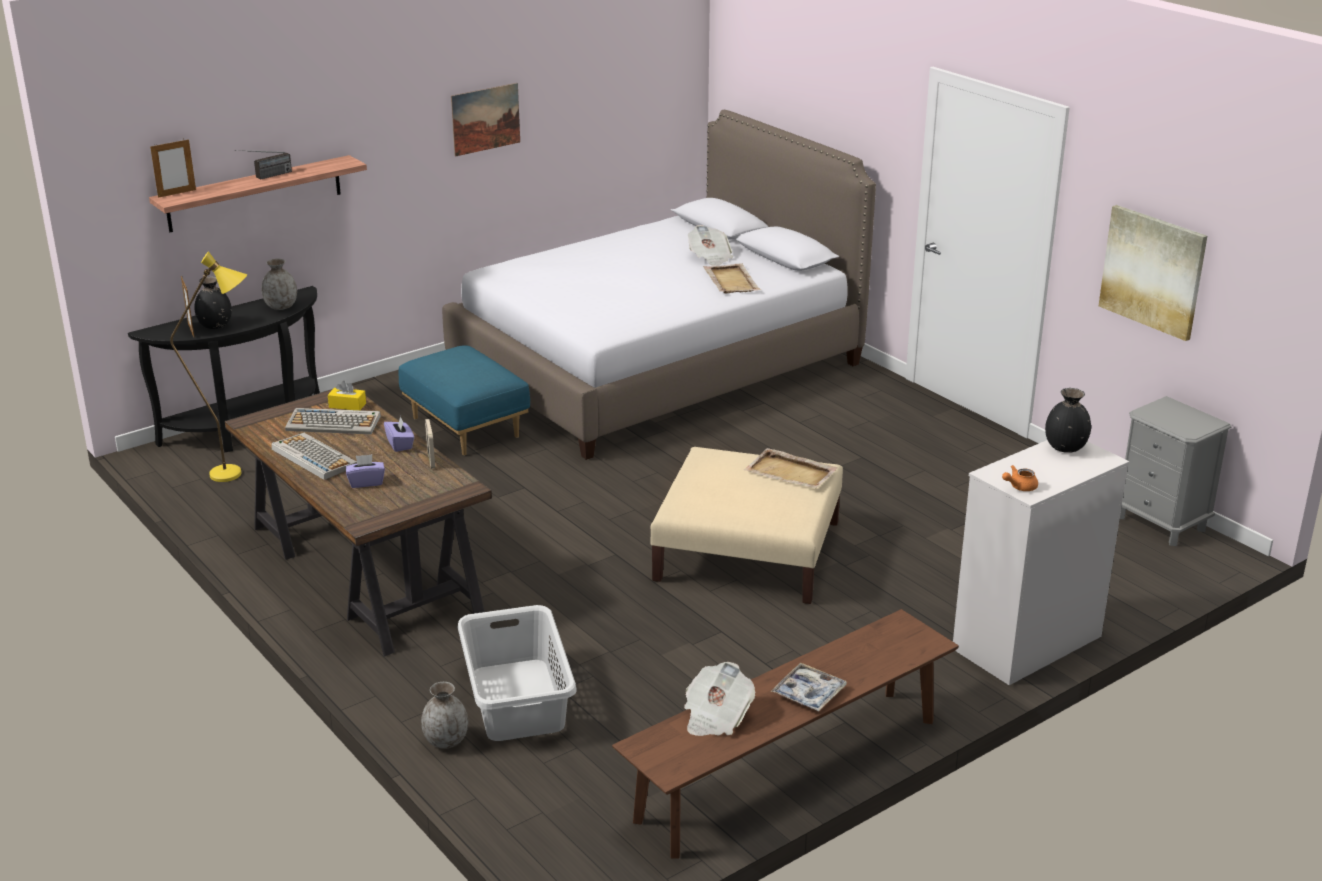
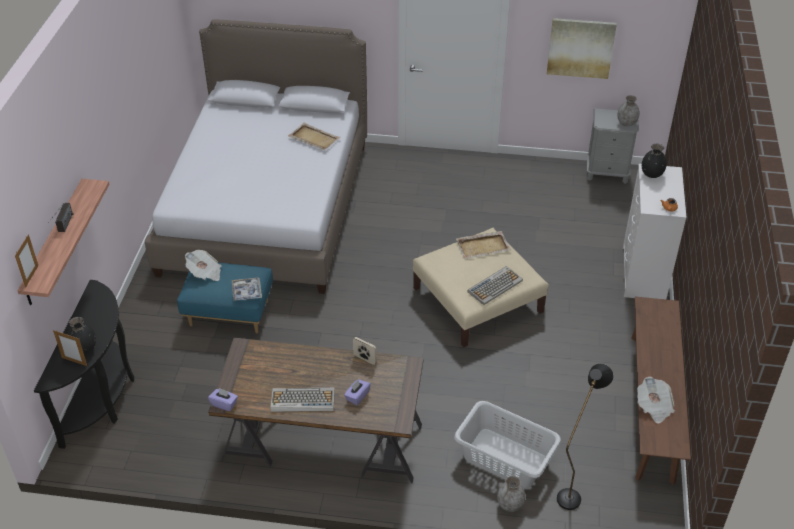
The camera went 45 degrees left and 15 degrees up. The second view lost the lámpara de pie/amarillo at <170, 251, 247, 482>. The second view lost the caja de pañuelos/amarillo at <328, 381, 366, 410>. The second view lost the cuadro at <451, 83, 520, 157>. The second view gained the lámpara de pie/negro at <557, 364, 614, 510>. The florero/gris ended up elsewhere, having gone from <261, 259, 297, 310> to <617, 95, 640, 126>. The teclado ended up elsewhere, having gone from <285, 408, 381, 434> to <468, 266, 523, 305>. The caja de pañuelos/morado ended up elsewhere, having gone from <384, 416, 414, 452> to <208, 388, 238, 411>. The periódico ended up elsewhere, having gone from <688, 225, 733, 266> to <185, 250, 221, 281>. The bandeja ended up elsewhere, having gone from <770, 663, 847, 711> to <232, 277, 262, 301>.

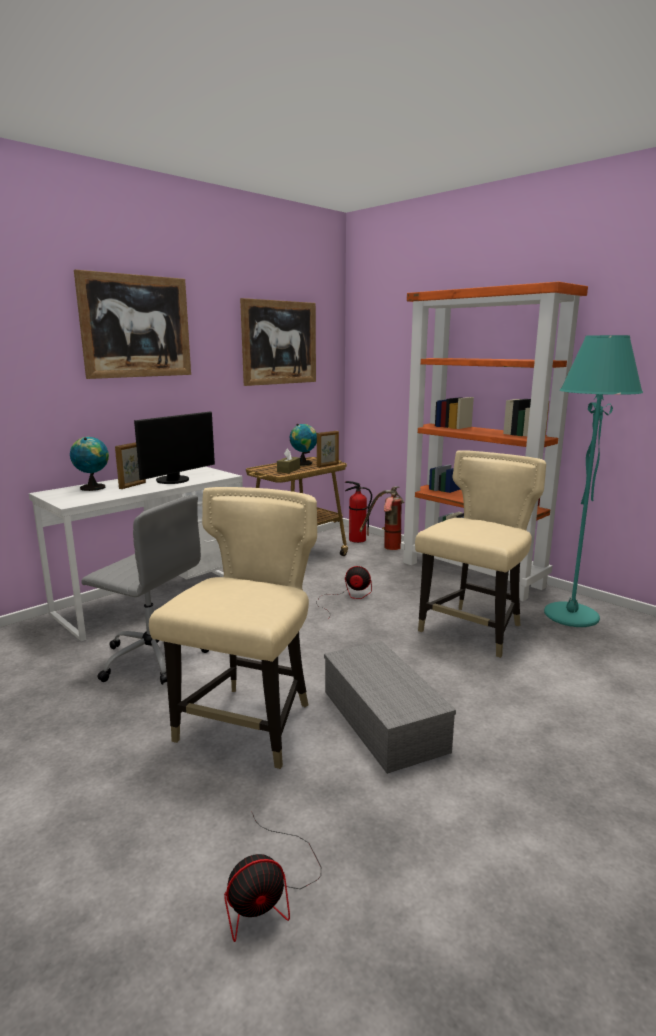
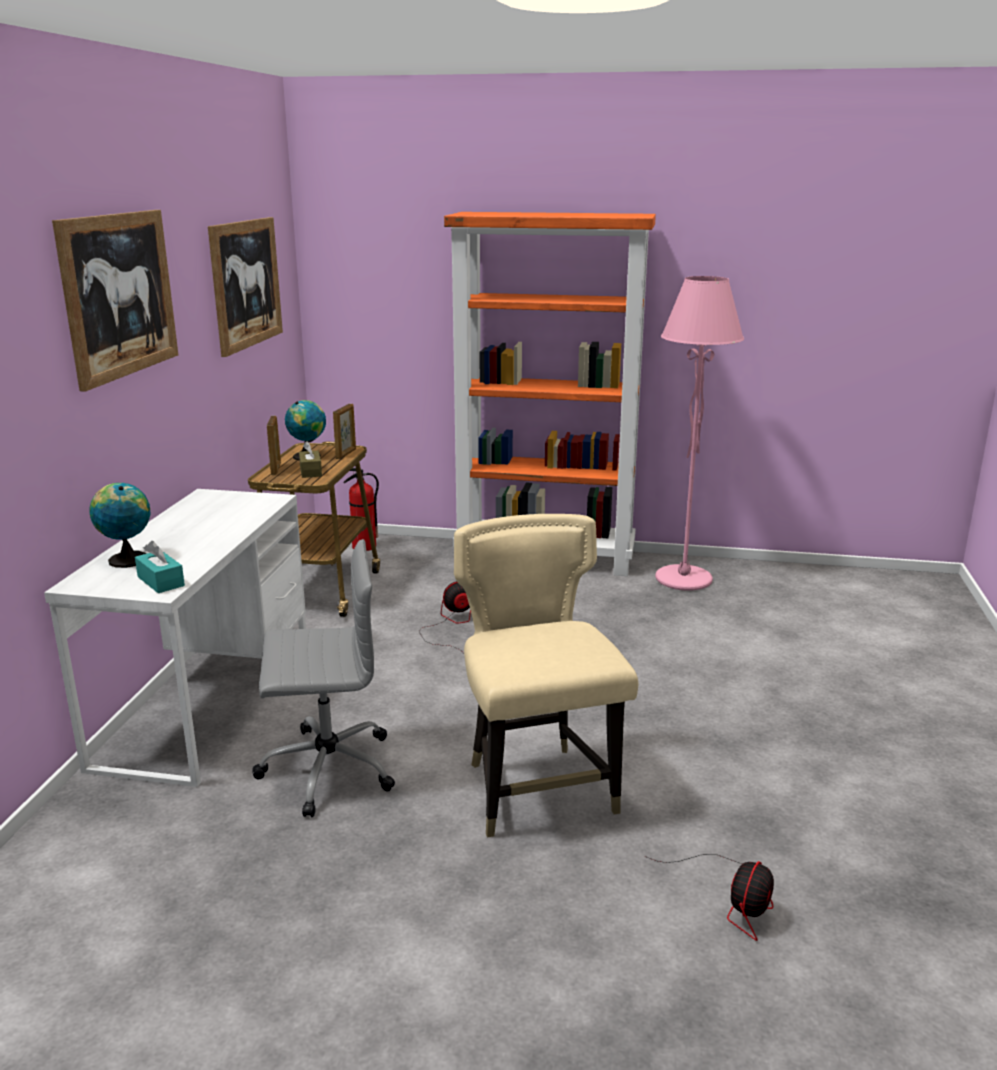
The camera went 35 degrees left and 5 degrees up. The second view lost the monitor at <134, 411, 215, 484>. The second view lost the caja de almacenaje/gris at <324, 641, 456, 774>. The second view lost the extintor at <360, 486, 404, 550>. The second view lost the silla/beis at <415, 450, 546, 658>. The second view gained the caja de pañuelos/turquesa at <135, 541, 185, 593>. The portarretratos ended up elsewhere, having gone from <115, 442, 146, 489> to <267, 416, 281, 475>. What was the lámpara de pie/turquesa at <544, 335, 643, 627> turned into the lámpara de pie/rosa at <655, 276, 744, 591>.

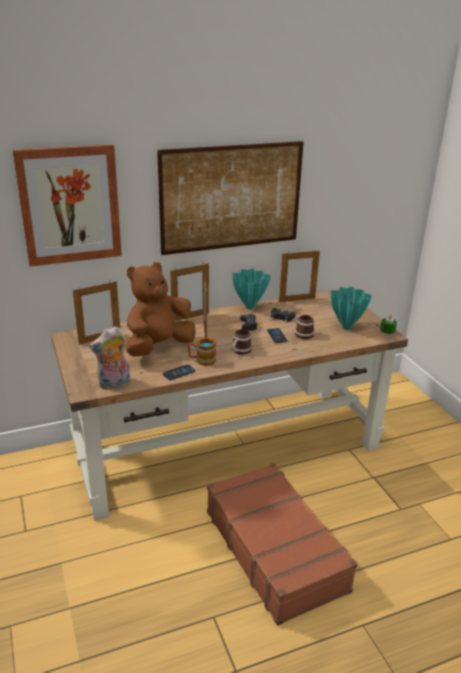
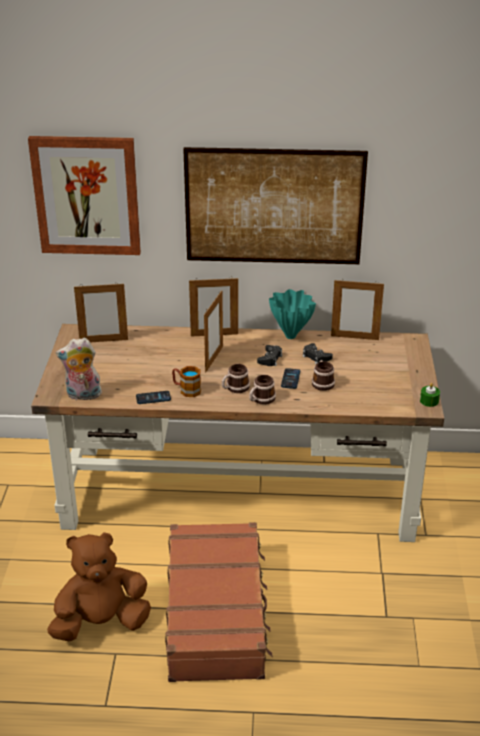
The camera went 25 degrees right and 5 degrees up. The second view lost the florero/turquesa at <330, 287, 372, 330>. The second view gained the taza grande at <249, 375, 276, 405>. The peluche/marrón ended up elsewhere, having gone from <126, 262, 196, 357> to <47, 532, 151, 641>.

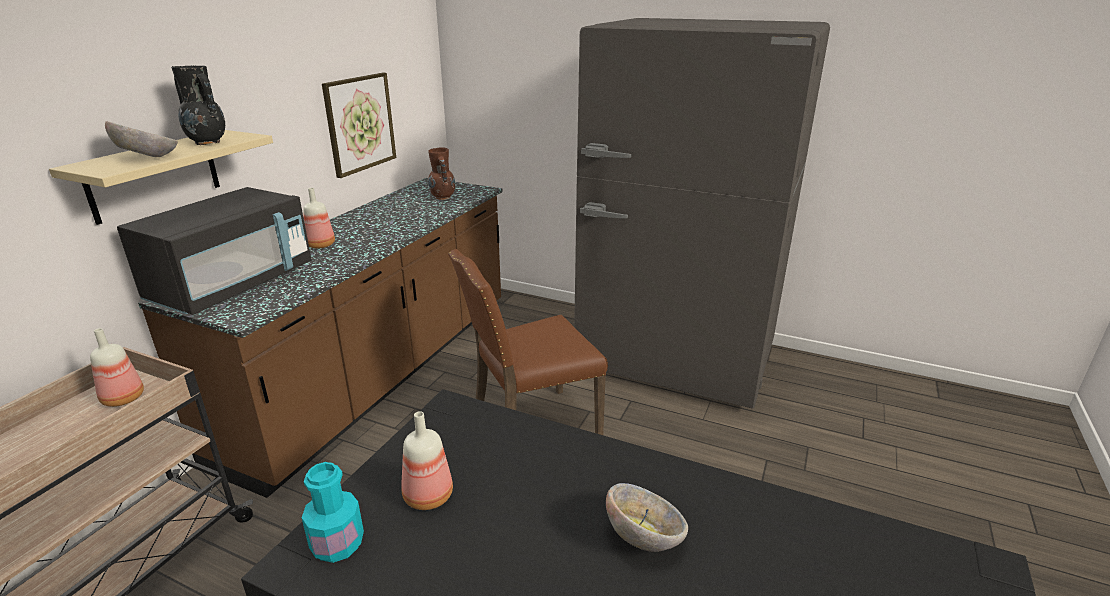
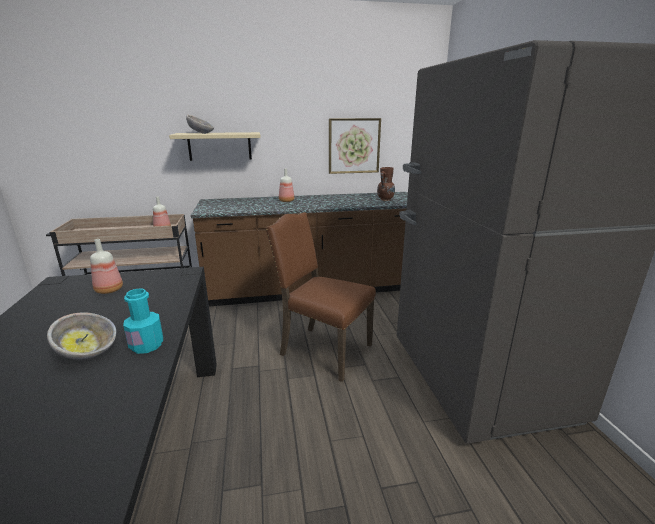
The camera went 55 degrees right and 5 degrees down. The second view lost the microondas/negro at <117, 187, 311, 315>. The second view lost the florero/negro at <171, 66, 225, 145>. The botella/turquesa ended up elsewhere, having gone from <302, 462, 364, 563> to <123, 289, 163, 354>.

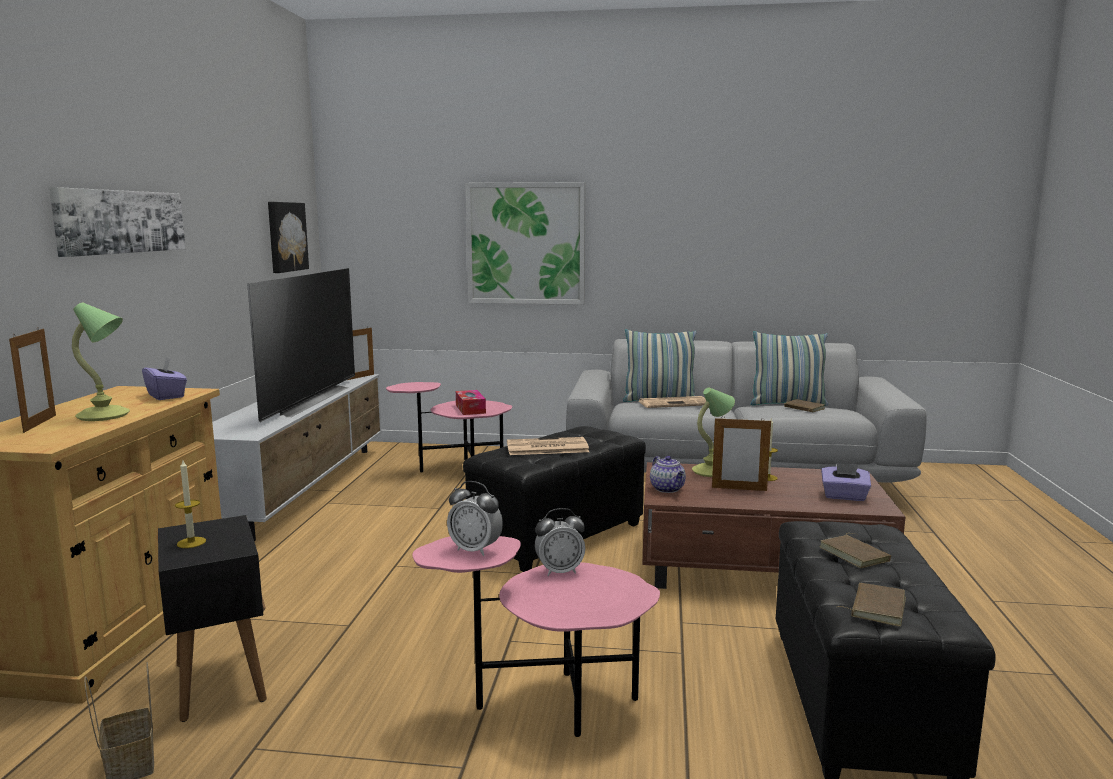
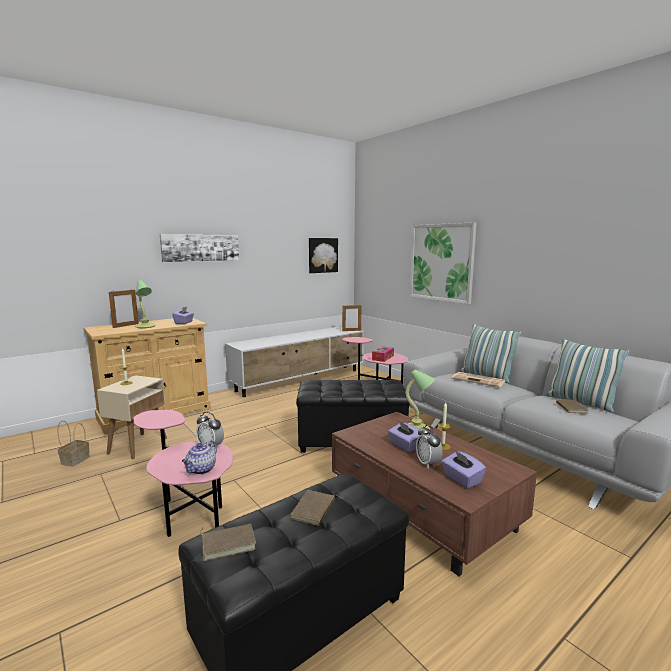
The camera went 45 degrees right and 0 degrees up. The second view lost the televisor at <247, 268, 355, 422>. The second view lost the periódico at <507, 437, 589, 455>. The despertador ended up elsewhere, having gone from <447, 481, 503, 556> to <416, 425, 443, 469>. The tetera ended up elsewhere, having gone from <650, 456, 686, 493> to <182, 441, 217, 475>. Where the portarretratos stood at <712, 416, 771, 491>, the caja de pañuelos/morado came to stand at <388, 421, 420, 452>. What was the mesa auxiliar/negro at <158, 515, 267, 722> turned into the mesa auxiliar/beis at <97, 375, 167, 459>.

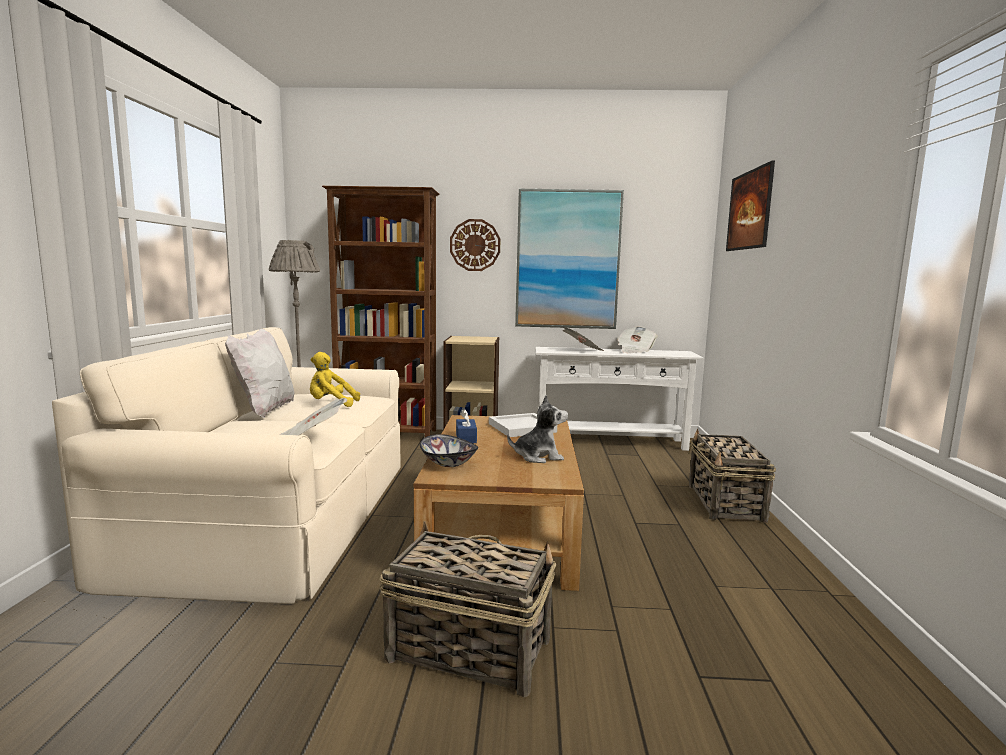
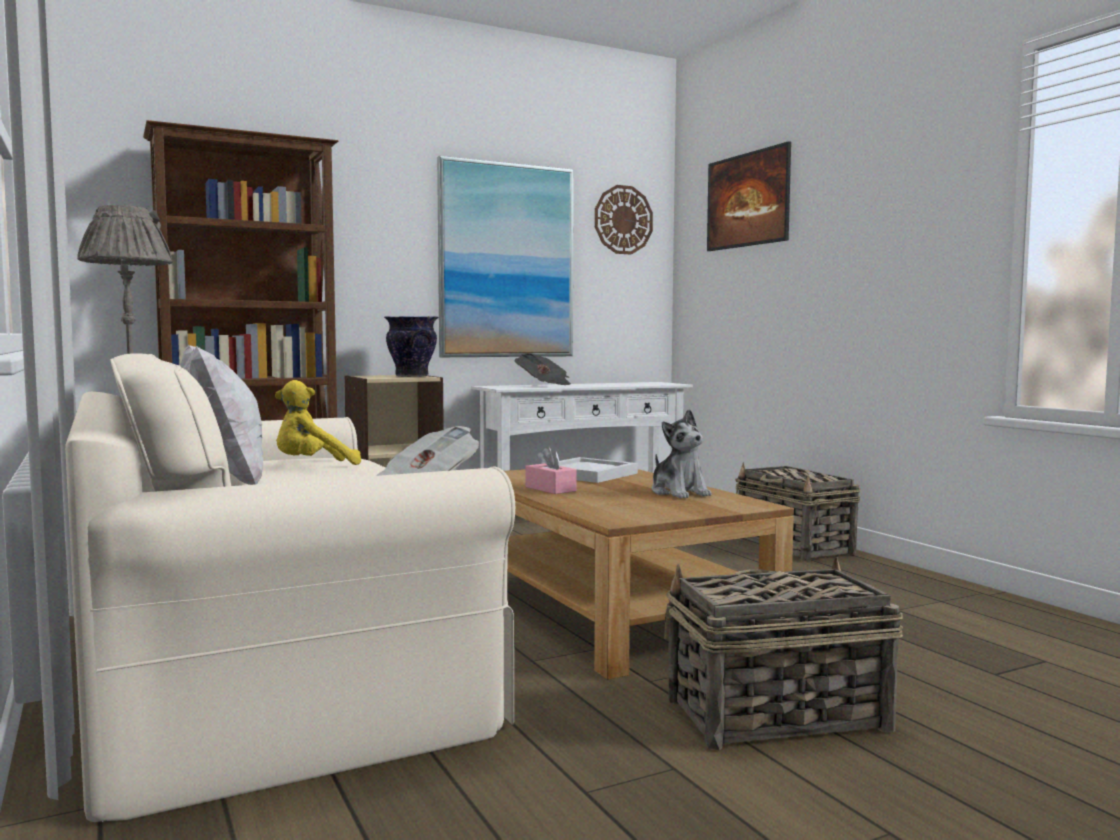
The camera went 30 degrees left and 5 degrees down. The second view lost the cuenco at <420, 434, 478, 467>. The second view lost the periódico at <617, 326, 658, 353>. The second view gained the florero at <384, 316, 438, 377>. The reloj de pared ended up elsewhere, having gone from <450, 219, 500, 271> to <595, 185, 653, 254>. What was the caja de pañuelos/azul at <456, 409, 477, 443> turned into the caja de pañuelos/rosa at <525, 446, 577, 494>. The peluche at <507, 395, 568, 463> ended up facing another way, 105 degrees clockwise from before.

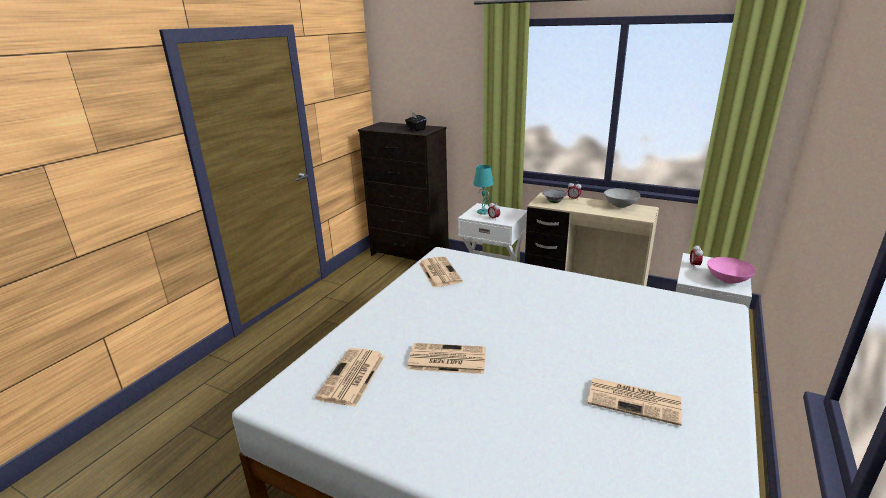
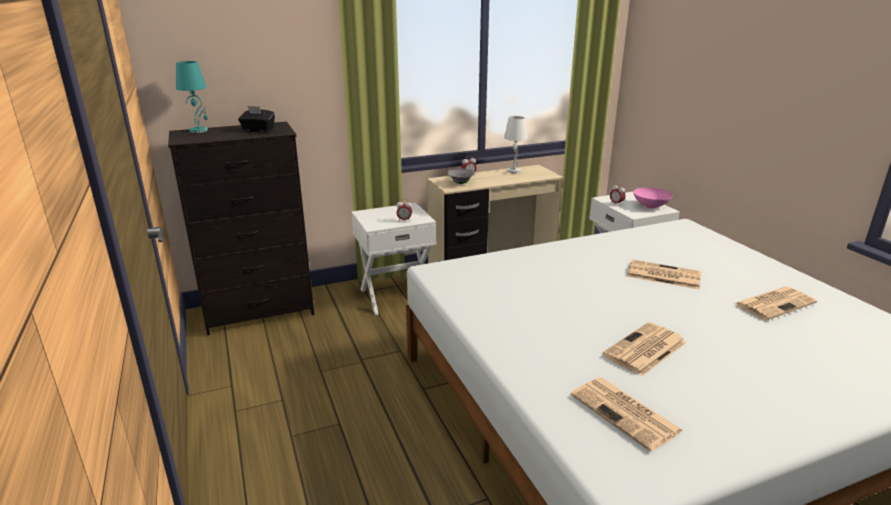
The camera went 50 degrees left and 0 degrees up. The periódico ended up elsewhere, having gone from <419, 256, 463, 288> to <627, 260, 701, 289>. The lámpara de mesa/turquesa ended up elsewhere, having gone from <474, 165, 494, 215> to <176, 61, 208, 133>. Where the cuenco/gris stood at <604, 188, 641, 208>, the lámpara de mesa/blanco came to stand at <504, 116, 527, 173>.

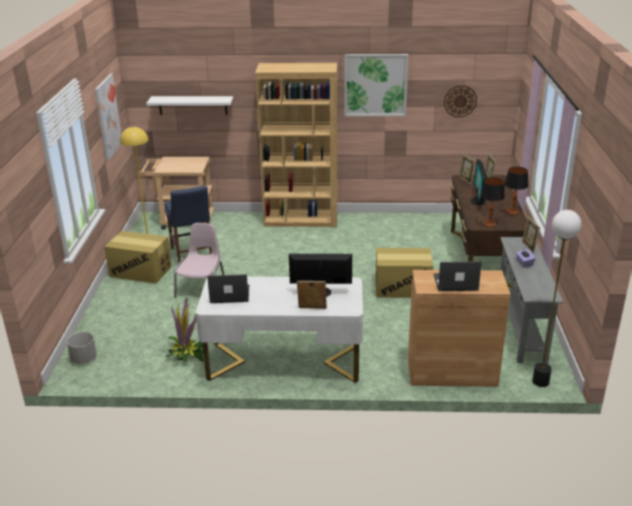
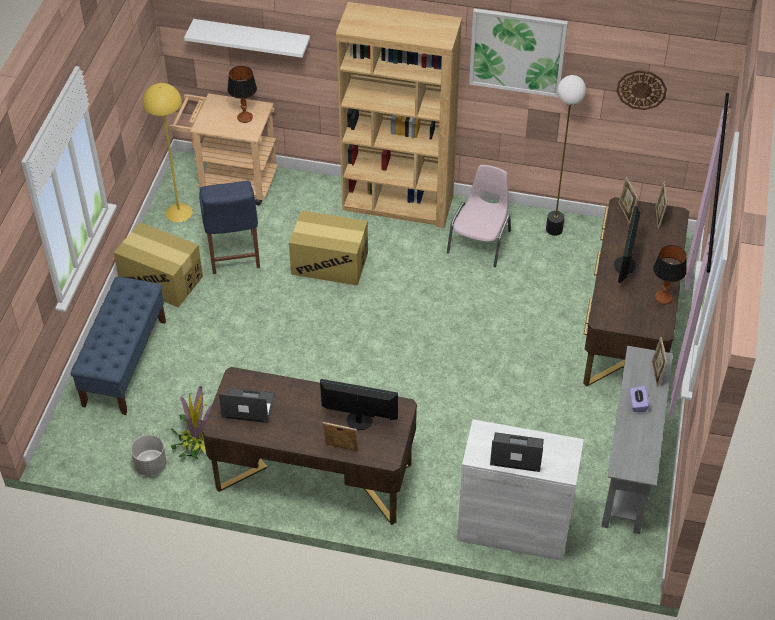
The camera went 10 degrees right and 20 degrees up. The second view lost the cuadro at <95, 74, 121, 161>. The second view gained the banco/azul at <70, 277, 166, 415>. The maceta/gris ended up elsewhere, having gone from <67, 332, 97, 364> to <131, 435, 167, 476>. The silla/rosa ended up elsewhere, having gone from <174, 223, 224, 298> to <447, 165, 511, 267>. The caja de cartón ended up elsewhere, having gone from <375, 248, 433, 298> to <289, 210, 368, 286>. The lámpara de mesa ended up elsewhere, having gone from <480, 177, 505, 227> to <227, 66, 257, 123>. The lámpara de pie ended up elsewhere, having gone from <532, 210, 581, 387> to <546, 75, 586, 236>. What was the escritorio/blanco at <196, 276, 363, 383> turned into the escritorio/marrón at <202, 367, 417, 525>. What was the armario/marrón at <408, 270, 511, 387> turned into the armario/blanco at <457, 419, 584, 561>.

